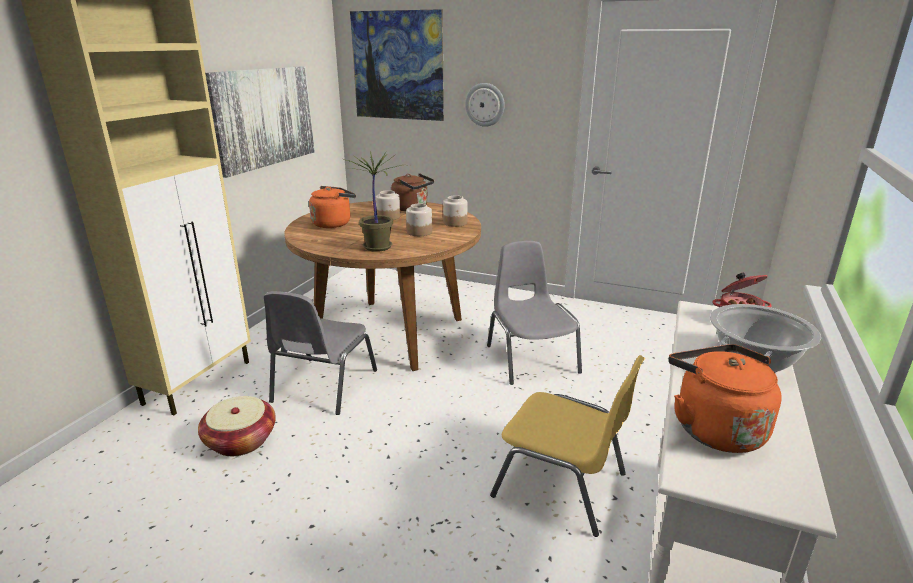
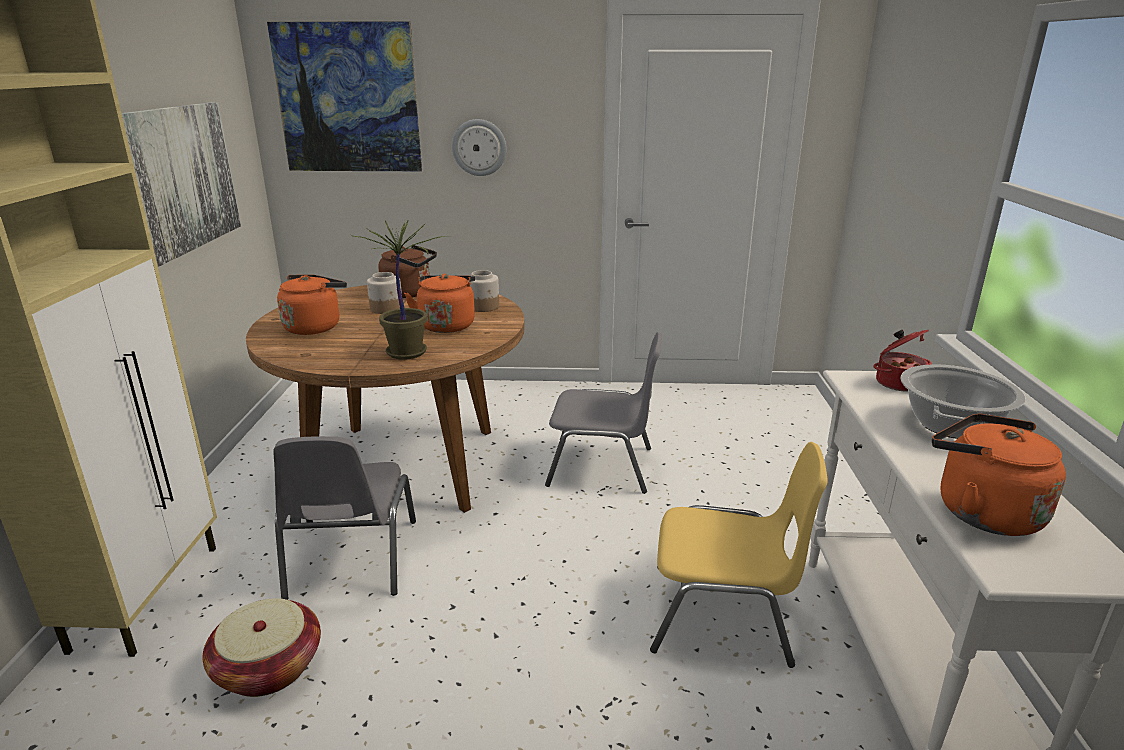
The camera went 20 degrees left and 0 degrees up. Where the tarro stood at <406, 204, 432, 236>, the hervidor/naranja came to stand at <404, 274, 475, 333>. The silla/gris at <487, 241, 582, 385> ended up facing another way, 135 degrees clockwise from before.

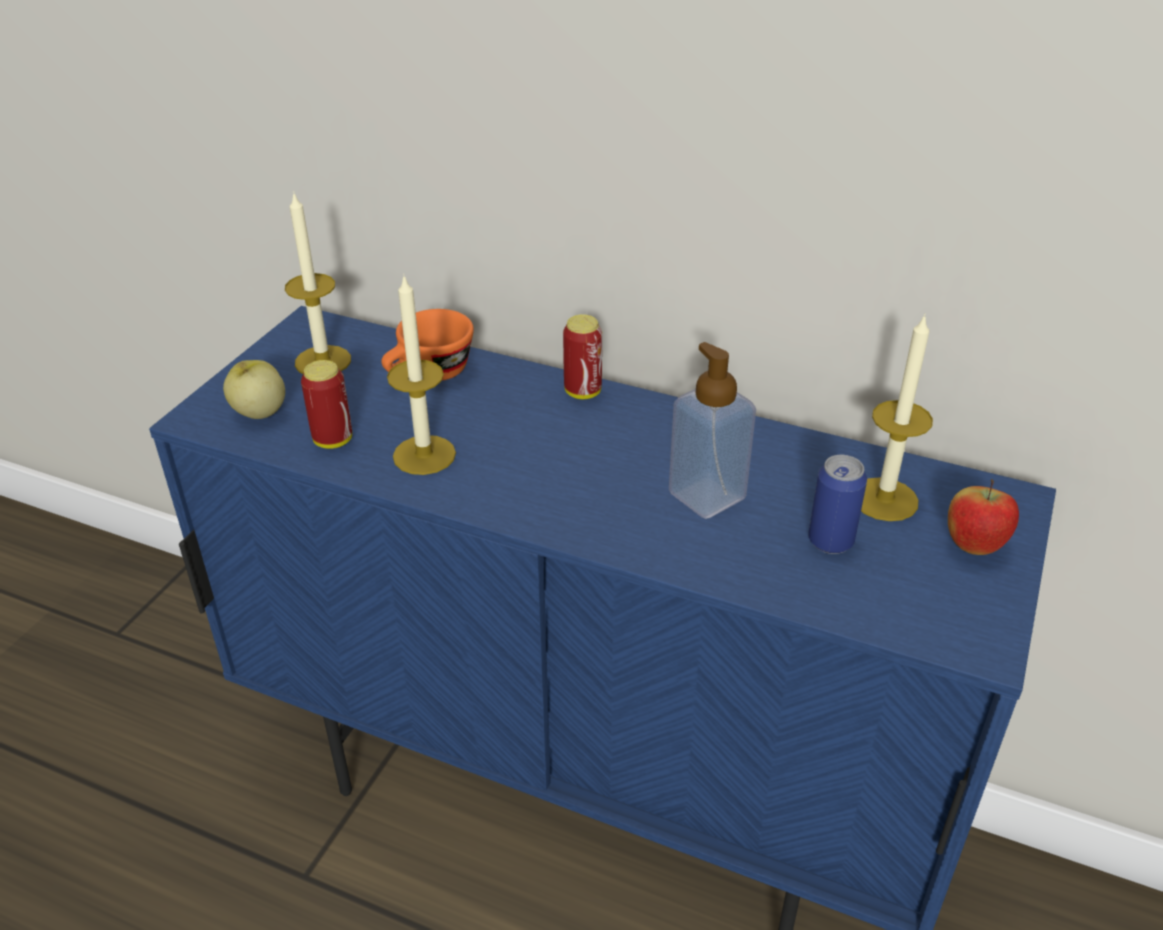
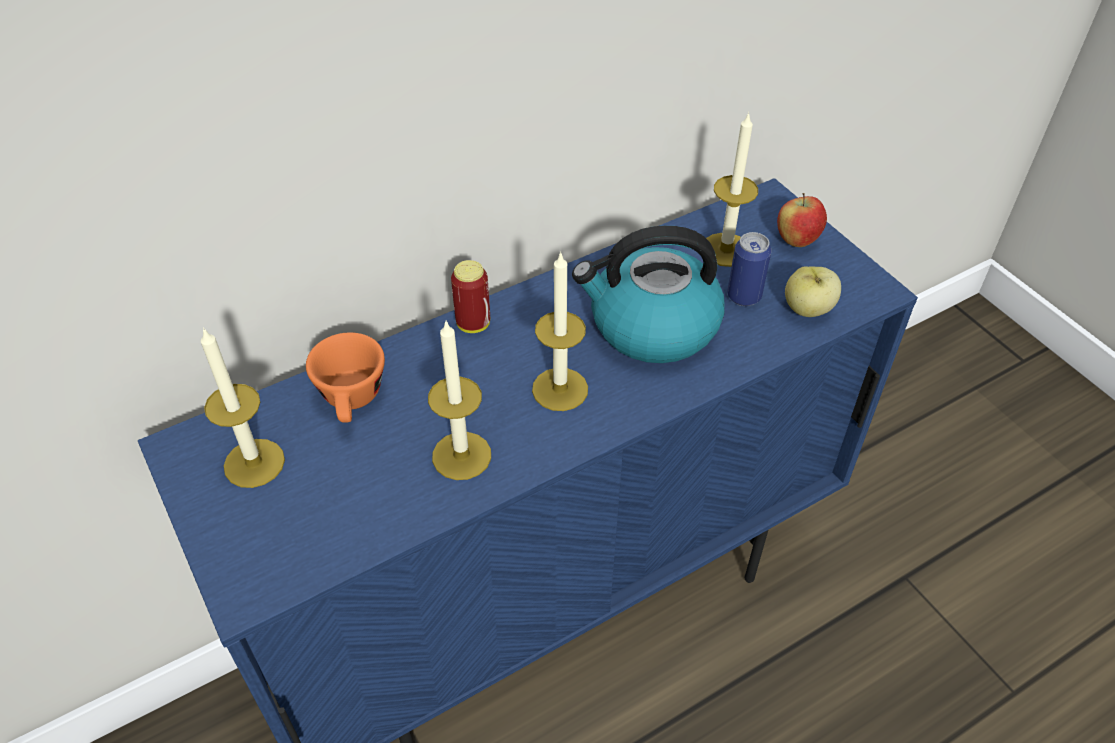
The camera went 55 degrees left and 10 degrees up. The second view lost the lata at <301, 360, 352, 449>. The second view gained the vela at <532, 251, 588, 411>. The manzana ended up elsewhere, having gone from <223, 360, 285, 419> to <785, 266, 841, 317>. Where the dispensador de jabón stood at <669, 342, 756, 519>, the hervidor came to stand at <572, 226, 725, 363>.

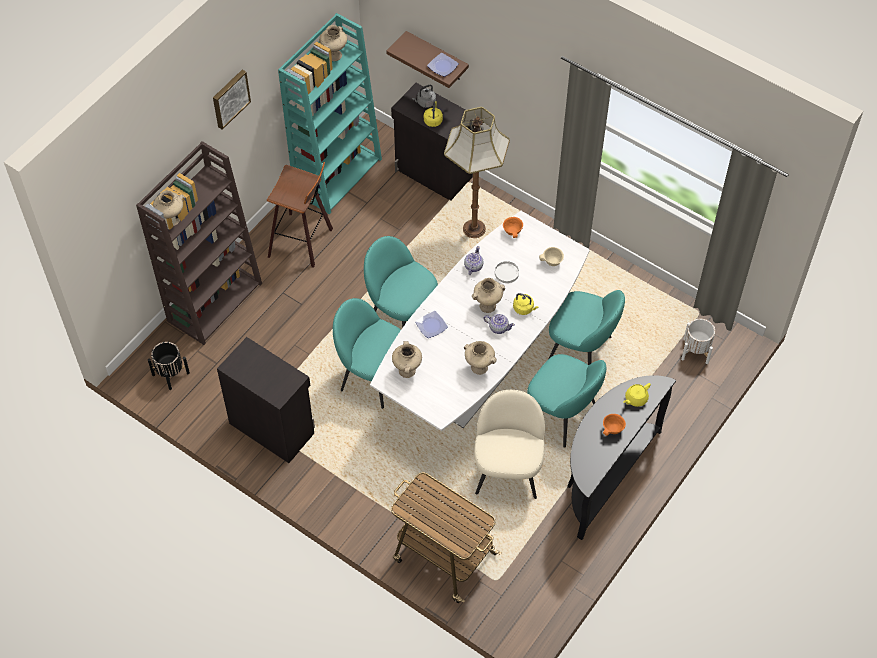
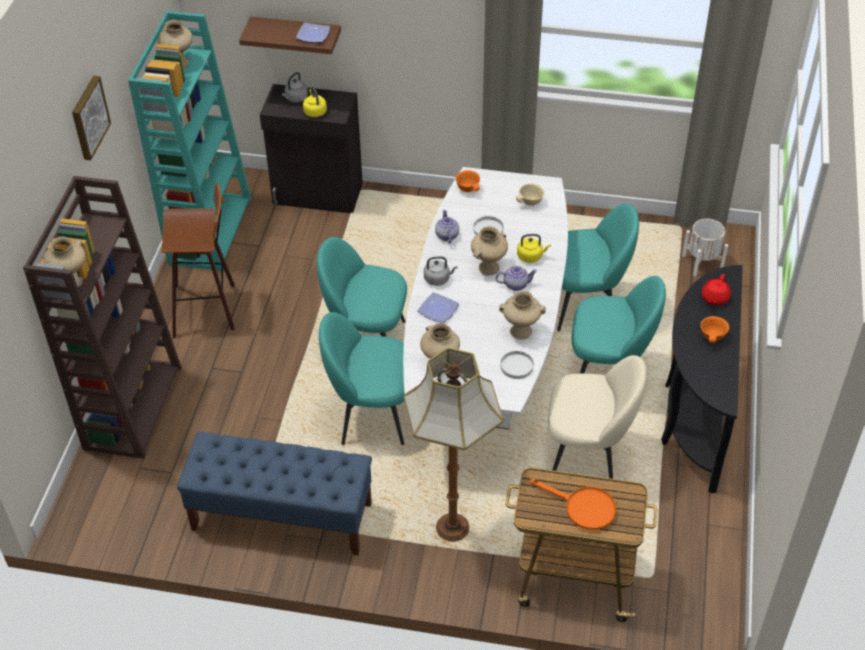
The camera went 25 degrees left and 10 degrees down. The second view lost the maceta/negro at <148, 342, 190, 390>. The second view gained the hervidor/gris at <424, 256, 457, 286>. The second view gained the plato/blanco at <501, 351, 534, 379>. The second view gained the sartén/naranja at <530, 479, 616, 530>. The lámpara de pie ended up elsewhere, having gone from <444, 107, 510, 238> to <404, 347, 504, 542>. Where the armario/negro stood at <217, 337, 315, 463>, the banco/azul came to stand at <177, 432, 372, 555>. What was the tetera/amarillo at <623, 383, 651, 407> turned into the tetera/rojo at <702, 274, 731, 305>. The silla/beis at <474, 390, 545, 499> ended up facing another way, 120 degrees clockwise from before.

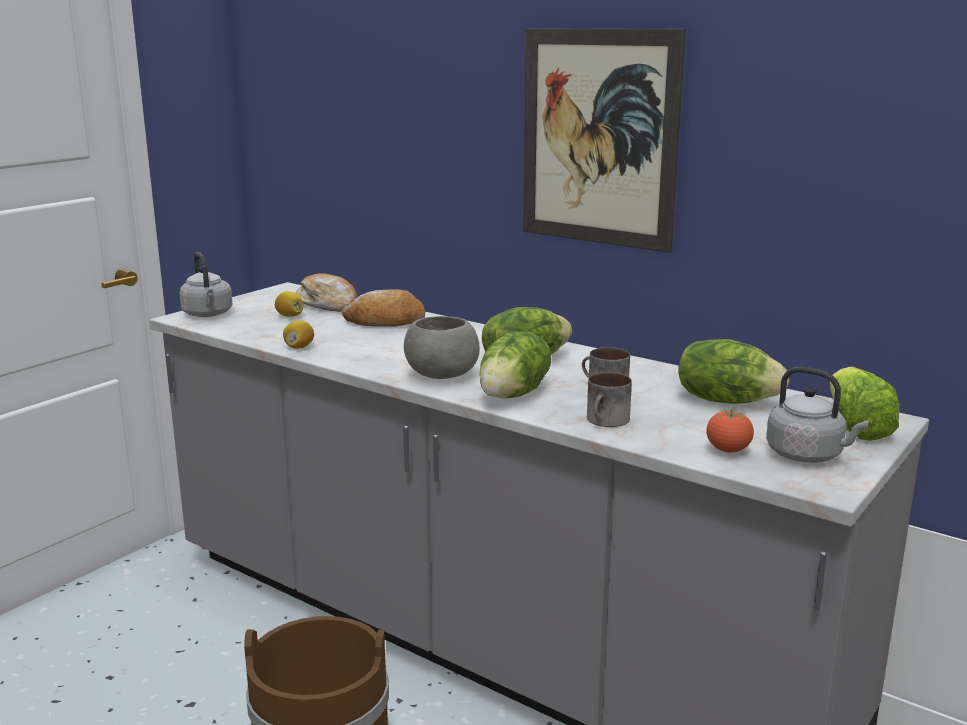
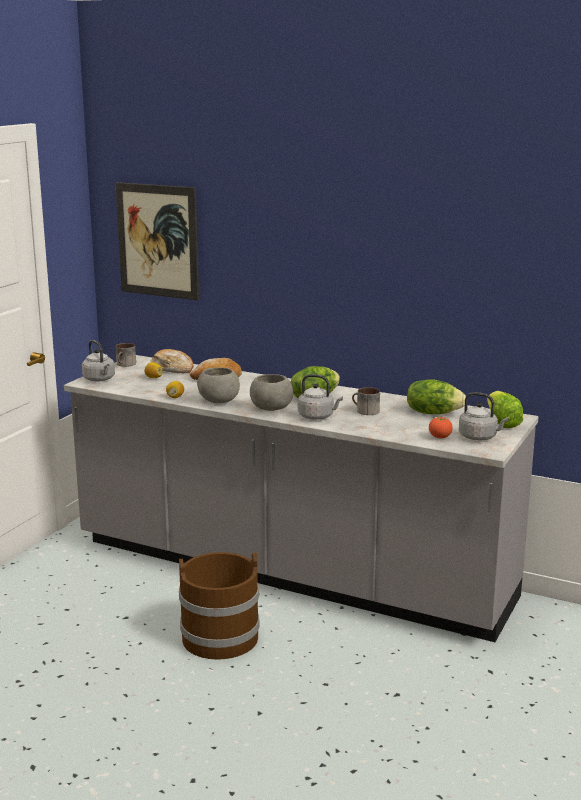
The camera went 10 degrees left and 0 degrees up. The second view gained the cuenco/gris at <197, 368, 240, 403>. The cuadro ended up elsewhere, having gone from <523, 28, 686, 253> to <116, 182, 199, 300>. The taza grande ended up elsewhere, having gone from <587, 372, 632, 427> to <116, 343, 136, 367>. Where the lechuga stood at <480, 331, 551, 399>, the hervidor/gris came to stand at <298, 374, 343, 420>.

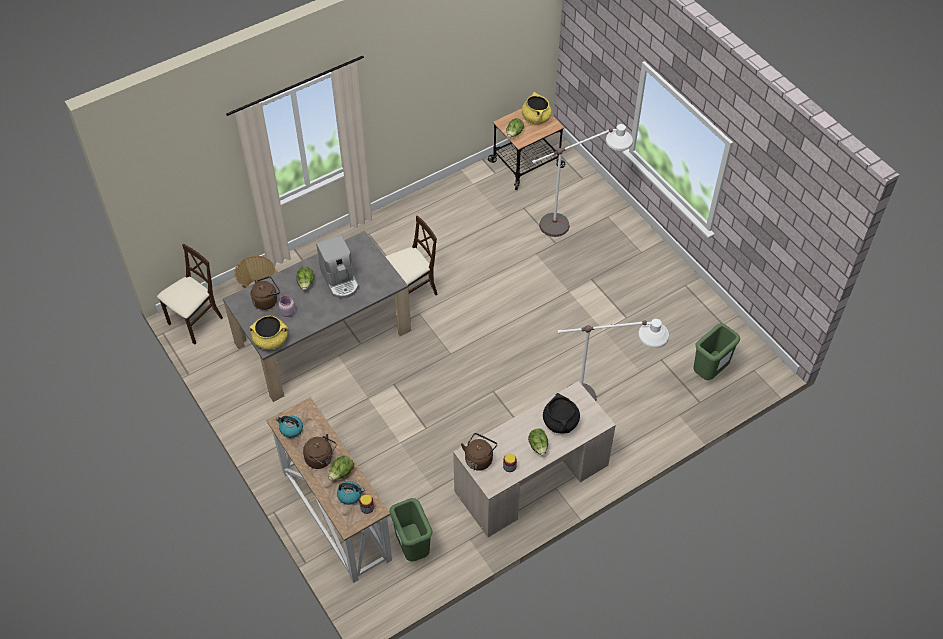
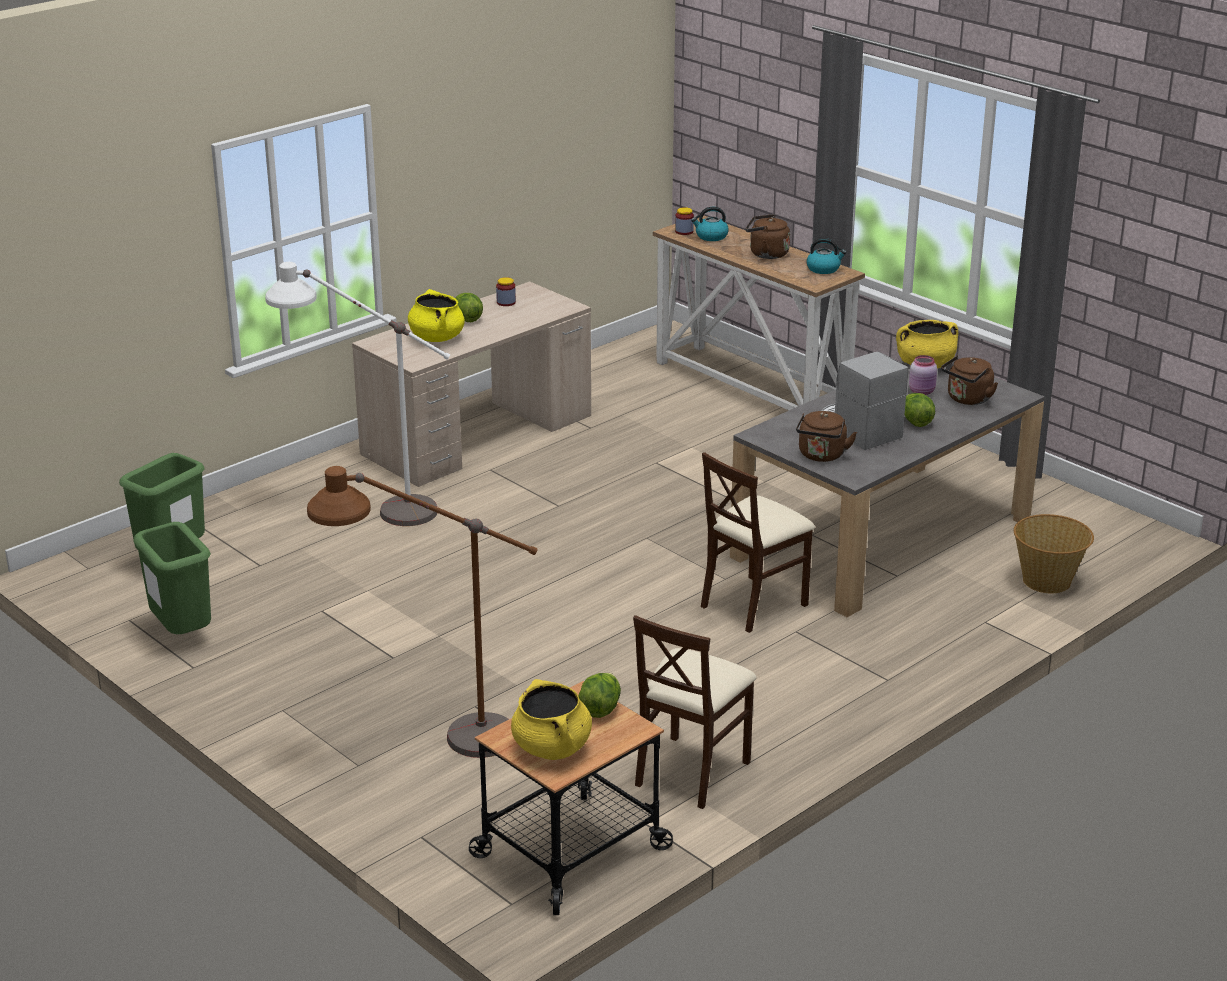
The camera went 170 degrees right and 25 degrees down. The second view lost the lechuga at <329, 455, 354, 481>. The silla/beis ended up elsewhere, having gone from <157, 244, 223, 345> to <633, 615, 757, 809>. The papelera/verde ended up elsewhere, having gone from <389, 498, 432, 562> to <133, 522, 211, 634>. The hervidor/marrón ended up elsewhere, having gone from <461, 433, 497, 471> to <796, 411, 857, 462>. What was the lámpara de pie/blanco at <532, 124, 633, 237> turned into the lámpara de pie/marrón at <307, 466, 538, 758>. What was the olla/negro at <543, 393, 580, 433> turned into the olla/amarillo at <408, 289, 465, 342>.

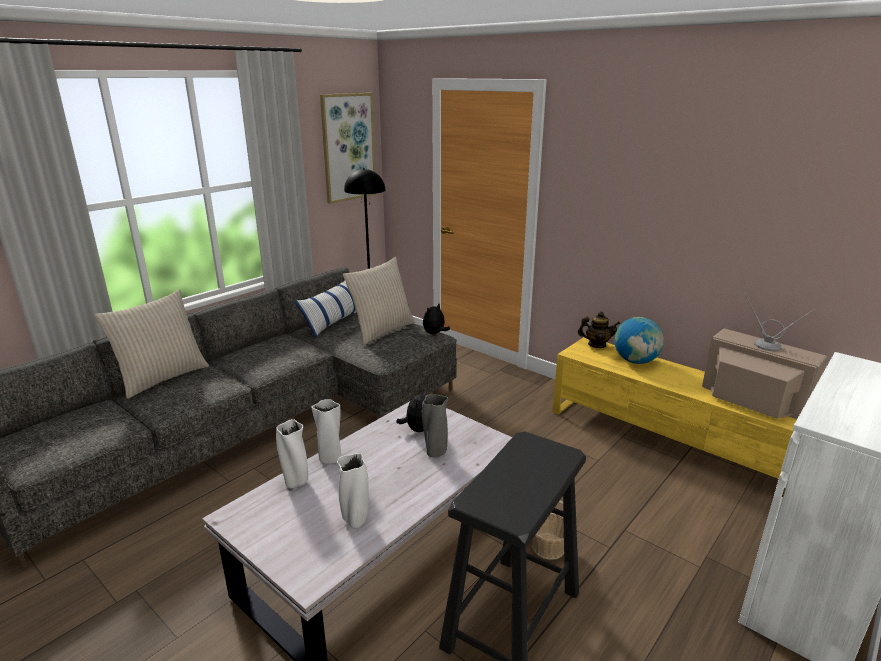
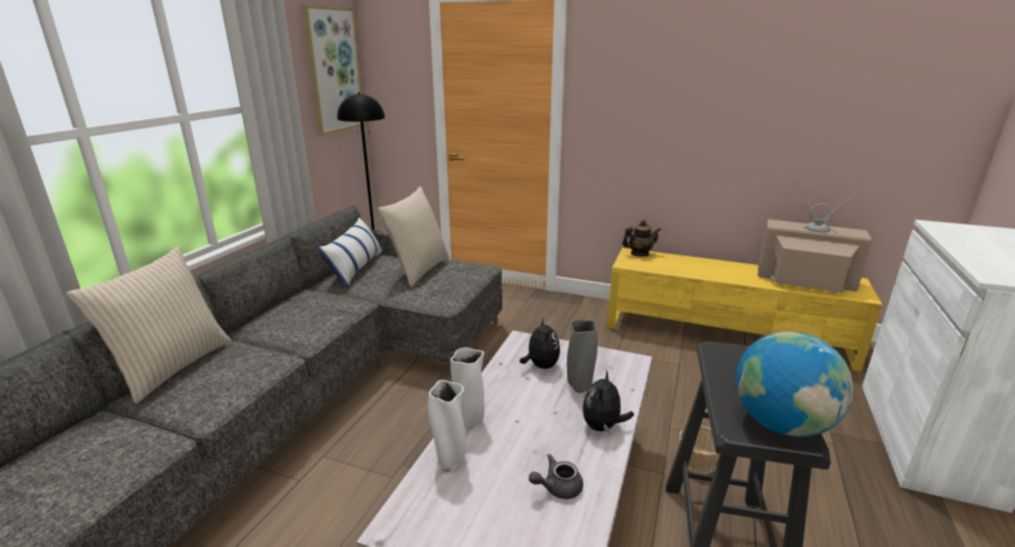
The camera went 20 degrees left and 0 degrees up. The peluche ended up elsewhere, having gone from <423, 304, 450, 334> to <582, 369, 634, 434>. The globo terráqueo ended up elsewhere, having gone from <614, 317, 664, 364> to <736, 331, 854, 437>. Where the florero/blanco stood at <337, 453, 369, 528>, the tetera/gris came to stand at <529, 454, 583, 499>.

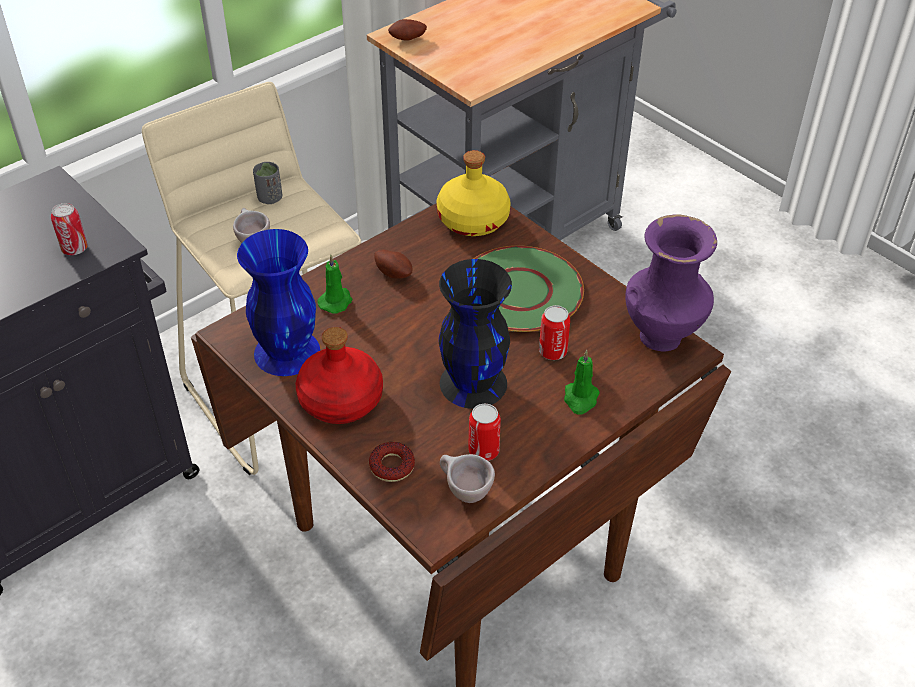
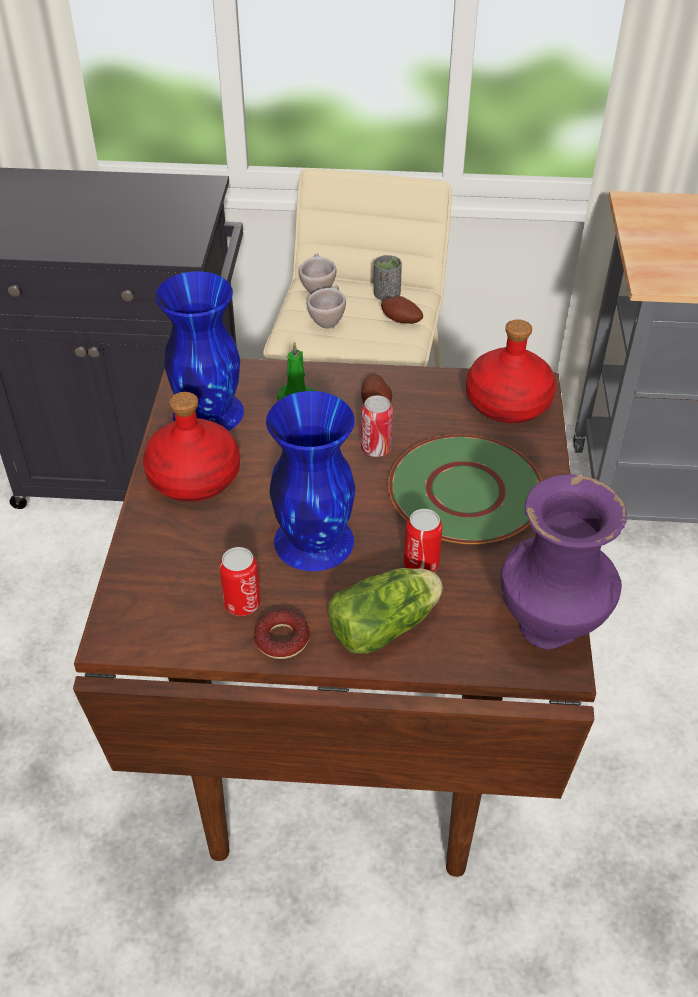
The camera went 45 degrees right and 0 degrees up. The lata ended up elsewhere, having gone from <51, 203, 88, 255> to <361, 395, 393, 457>. The rosquilla ended up elsewhere, having gone from <369, 442, 415, 482> to <254, 610, 310, 659>. The patata ended up elsewhere, having gone from <388, 19, 427, 41> to <381, 296, 423, 324>. The taza/beis ended up elsewhere, having gone from <440, 454, 495, 503> to <299, 254, 337, 294>. Where the vela/verde stood at <564, 350, 600, 415>, the lechuga came to stand at <327, 568, 443, 654>. What was the botella/amarillo at <437, 150, 511, 236> turned into the botella/rojo at <466, 319, 556, 423>. What was the florero/negro at <439, 259, 512, 409> turned into the florero/azul at <266, 391, 355, 571>.

